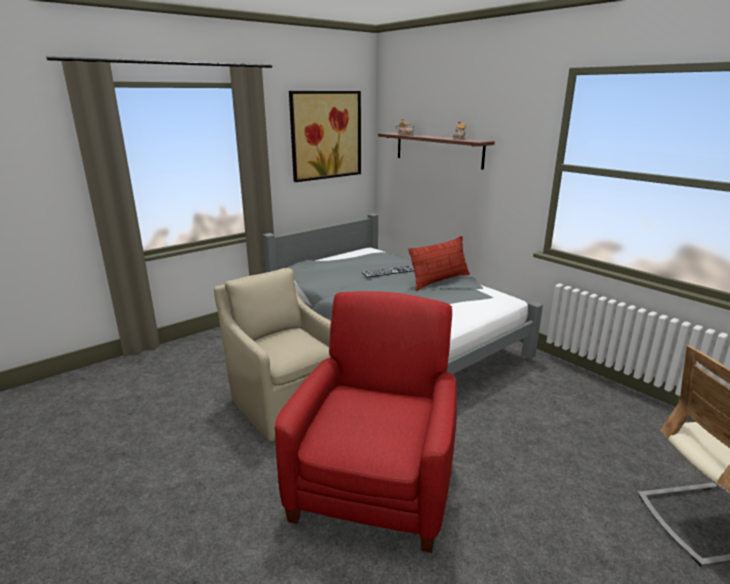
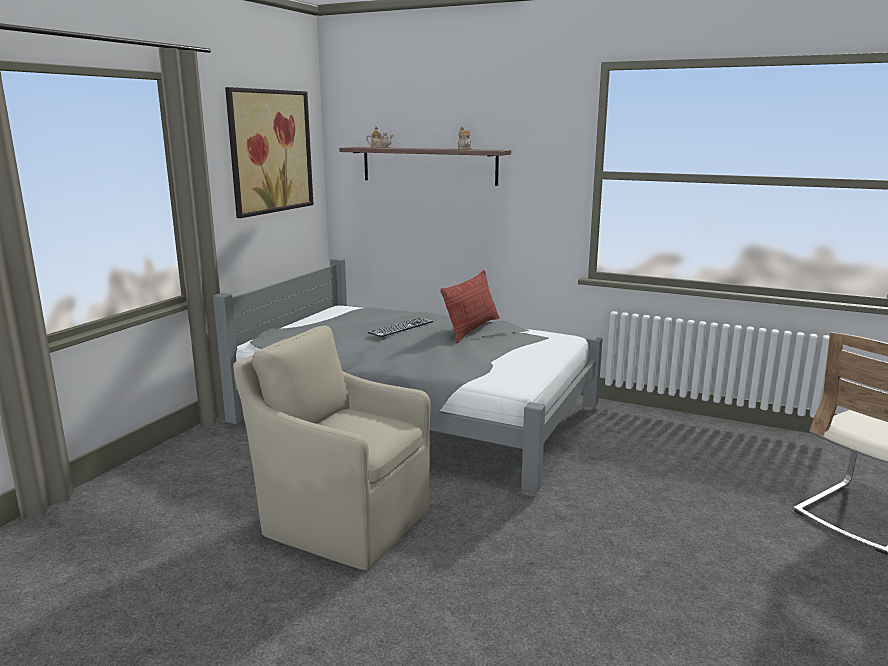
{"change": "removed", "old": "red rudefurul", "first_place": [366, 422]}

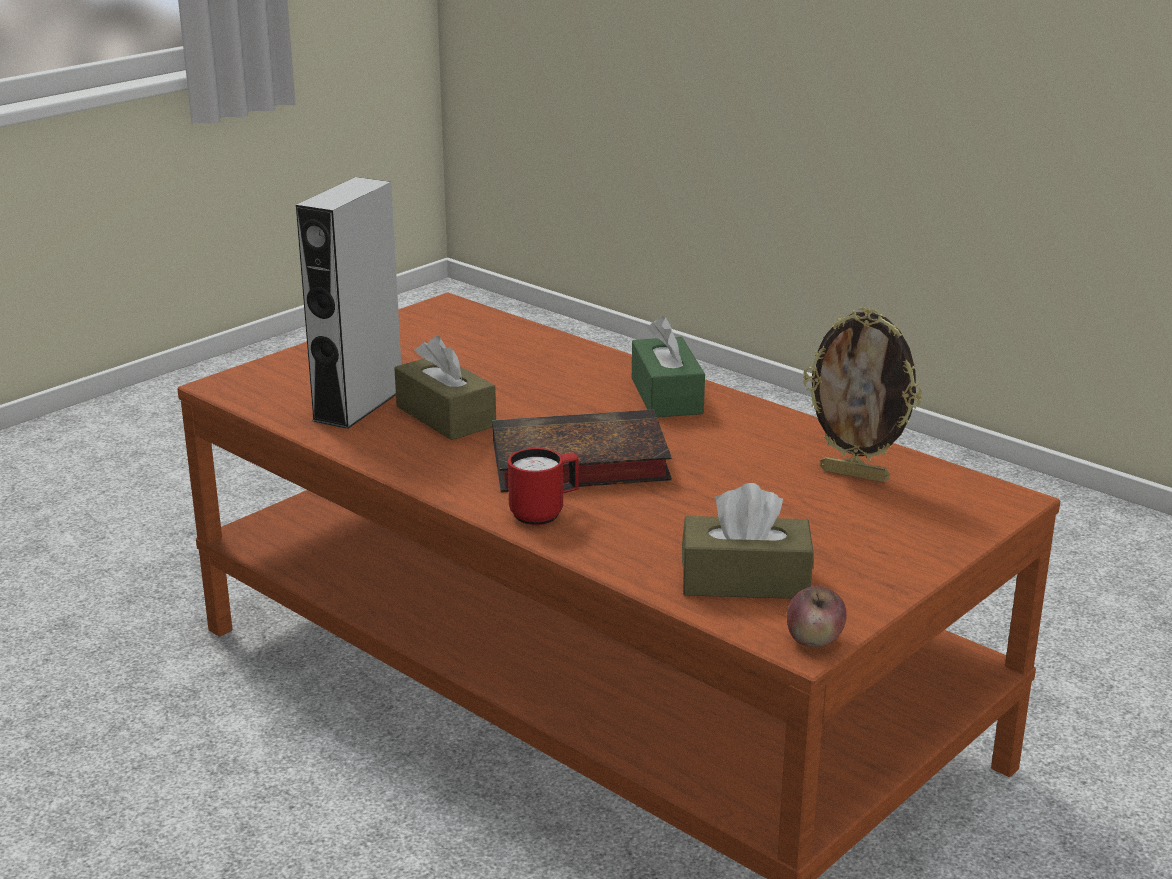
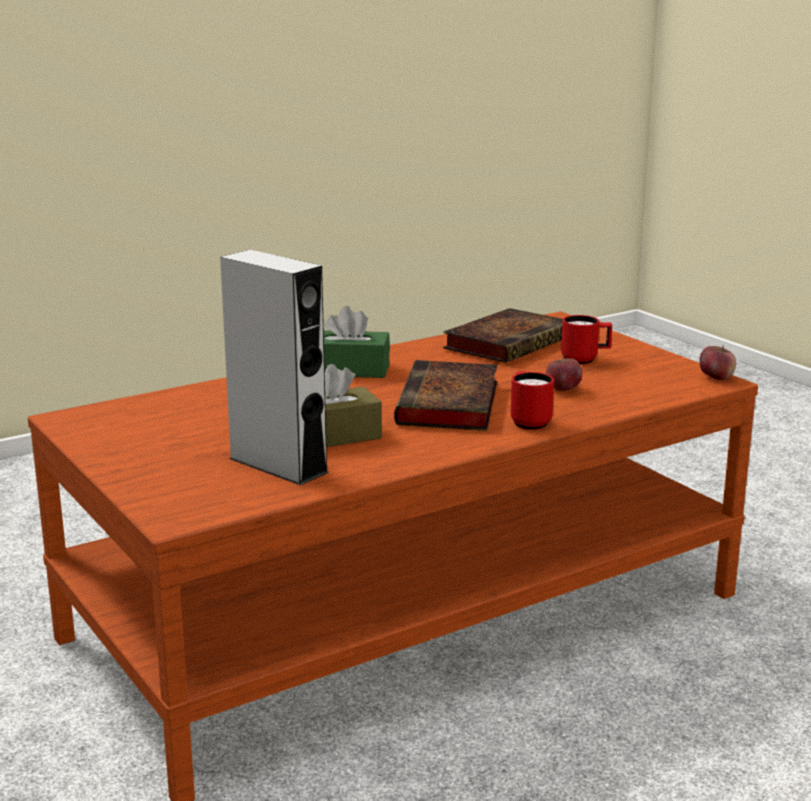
{"change": "replaced", "old": "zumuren", "new": "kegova", "first_place": [862, 394], "second_place": [503, 335]}
{"change": "added", "new": "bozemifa", "second_place": [564, 372]}
{"change": "added", "new": "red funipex", "second_place": [586, 340]}
{"change": "removed", "old": "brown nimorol", "first_place": [748, 541]}

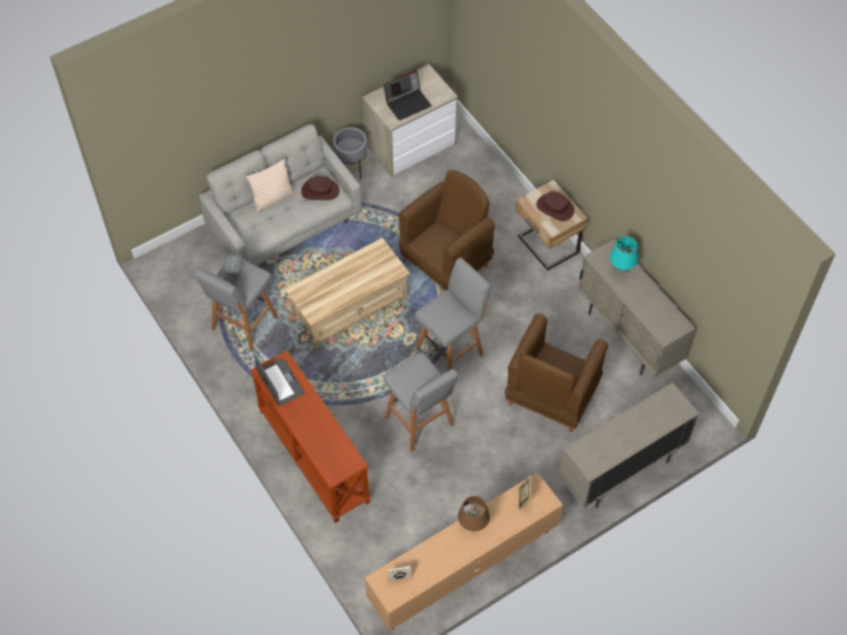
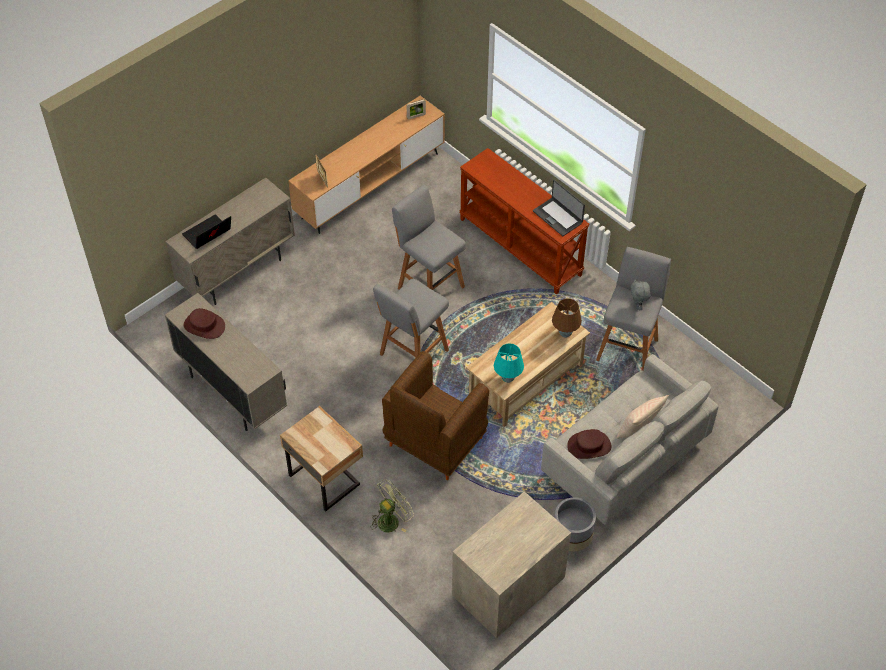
{"change": "moved", "old": "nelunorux", "first_place": [408, 96], "second_place": [206, 232]}
{"change": "moved", "old": "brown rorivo", "first_place": [555, 206], "second_place": [204, 323]}
{"change": "added", "new": "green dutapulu", "second_place": [392, 505]}
{"change": "moved", "old": "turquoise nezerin", "first_place": [624, 255], "second_place": [509, 363]}
{"change": "moved", "old": "brown nezerin", "first_place": [474, 513], "second_place": [567, 318]}
{"change": "removed", "old": "brown rudefurul", "first_place": [556, 373]}

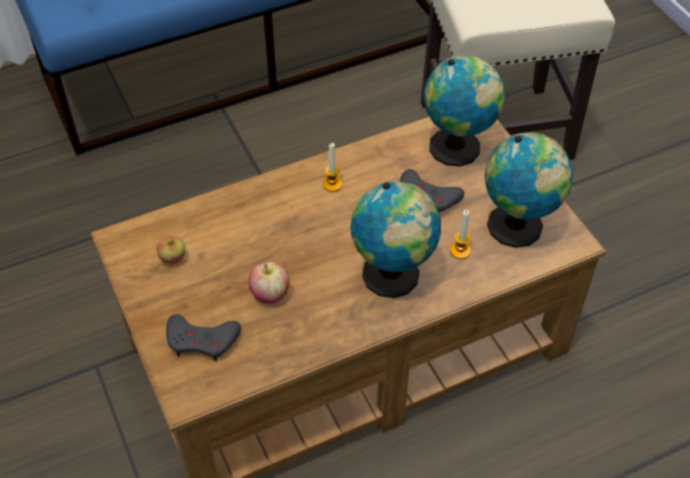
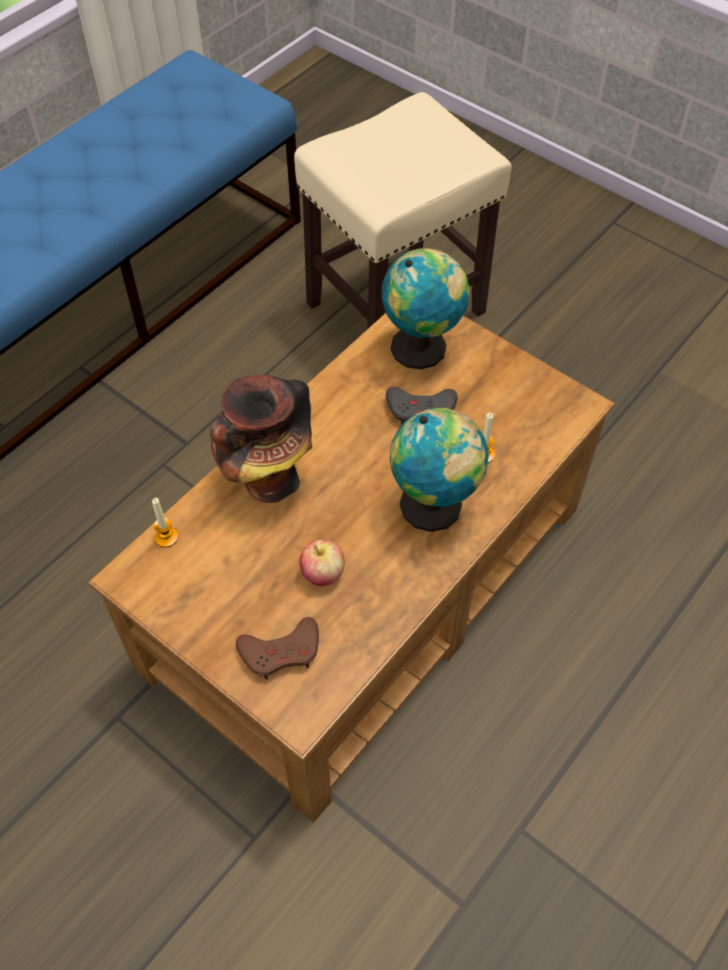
{"change": "moved", "old": "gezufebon", "first_place": [332, 167], "second_place": [165, 522]}
{"change": "added", "new": "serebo", "second_place": [261, 439]}
{"change": "recoloured", "old": "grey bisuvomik", "new": "brown bisuvomik", "first_place": [203, 337], "second_place": [277, 648]}
{"change": "removed", "old": "bozemifa", "first_place": [170, 250]}
{"change": "removed", "old": "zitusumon", "first_place": [529, 190]}

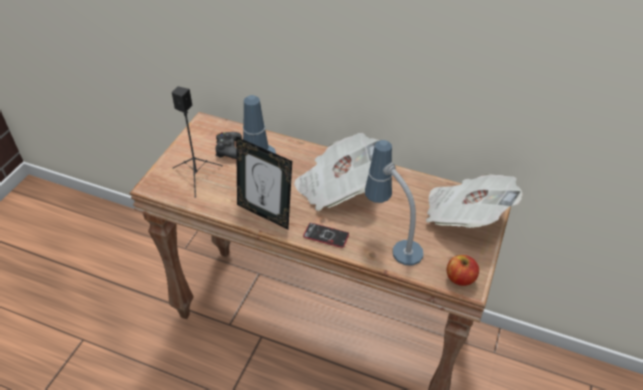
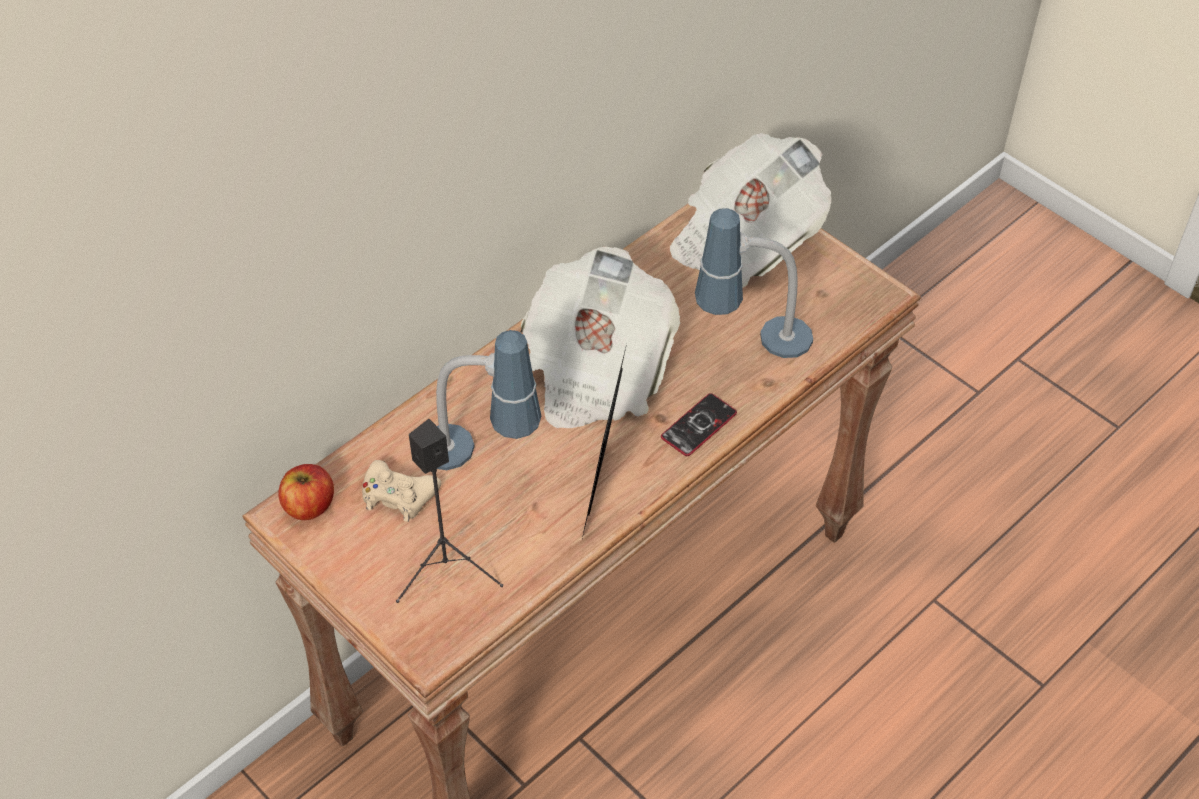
{"change": "moved", "old": "bozemifa", "first_place": [463, 270], "second_place": [306, 492]}
{"change": "recoloured", "old": "black bisuvomik", "new": "beige bisuvomik", "first_place": [229, 145], "second_place": [401, 491]}
{"change": "turned", "old": "zumuren", "first_place": [264, 183], "second_place": [604, 441], "degrees": 135}

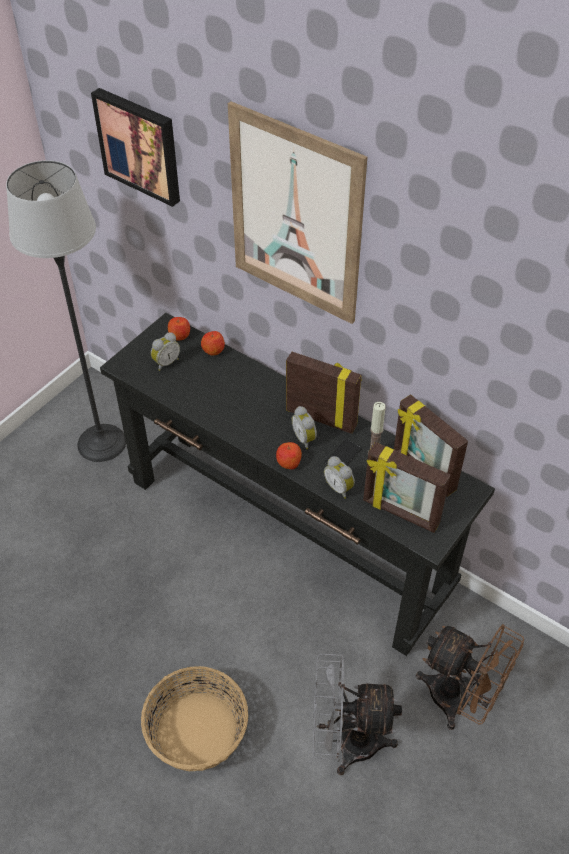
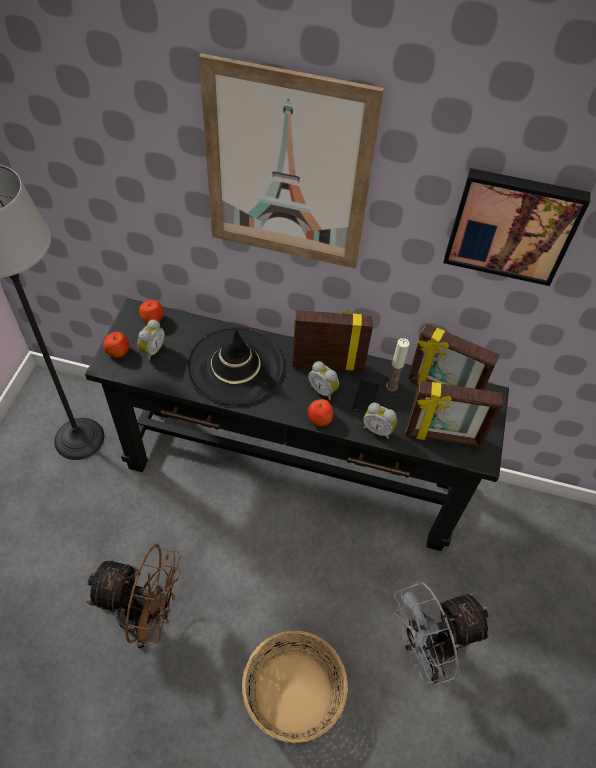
{"change": "moved", "old": "brown dutapulu", "first_place": [470, 677], "second_place": [133, 596]}
{"change": "moved", "old": "bozemifa", "first_place": [213, 343], "second_place": [116, 345]}
{"change": "added", "new": "black rorivo", "second_place": [235, 366]}
{"change": "moved", "old": "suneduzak", "first_place": [135, 147], "second_place": [516, 227]}

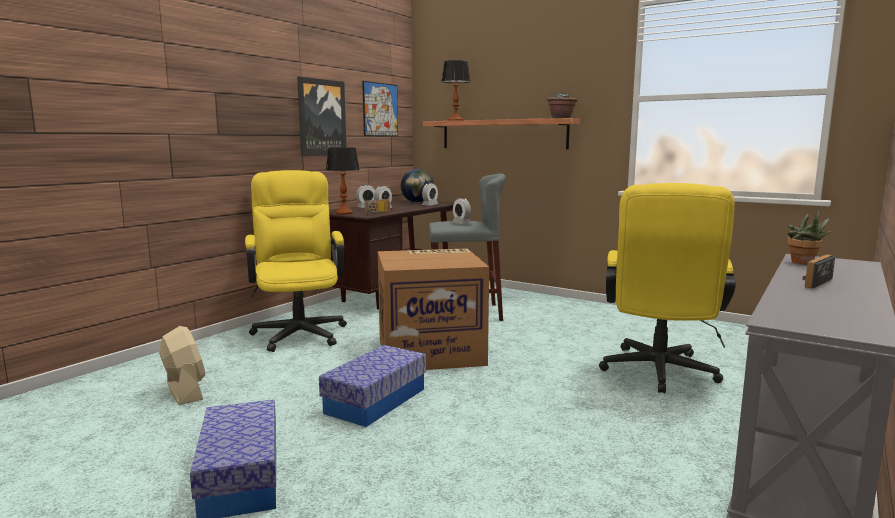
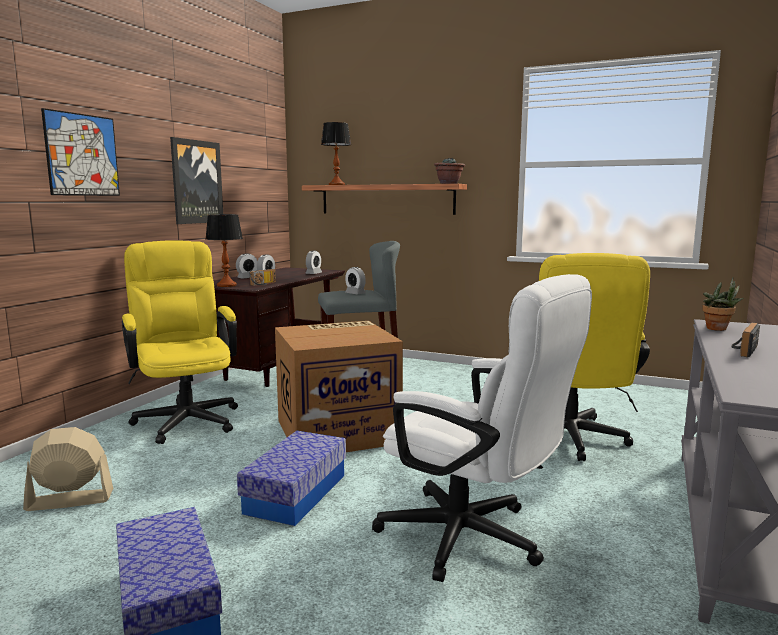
{"change": "turned", "old": "beige dutapulu", "first_place": [182, 365], "second_place": [68, 469], "degrees": -60}
{"change": "moved", "old": "suneduzak", "first_place": [380, 108], "second_place": [80, 152]}
{"change": "added", "new": "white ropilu", "second_place": [482, 428]}
{"change": "removed", "old": "zitusumon", "first_place": [417, 186]}

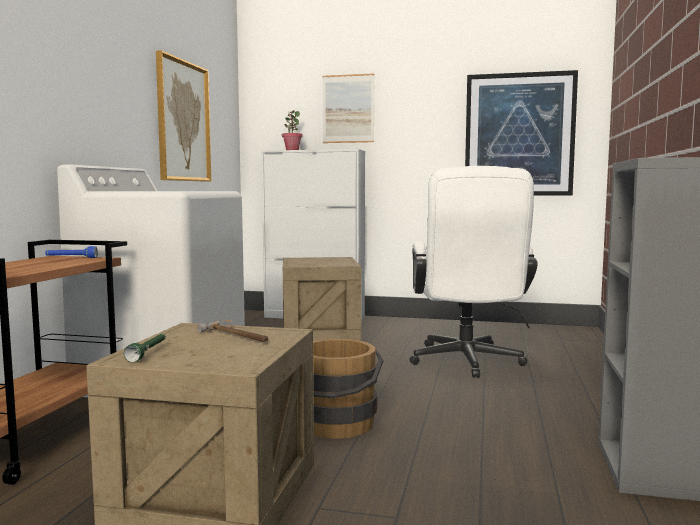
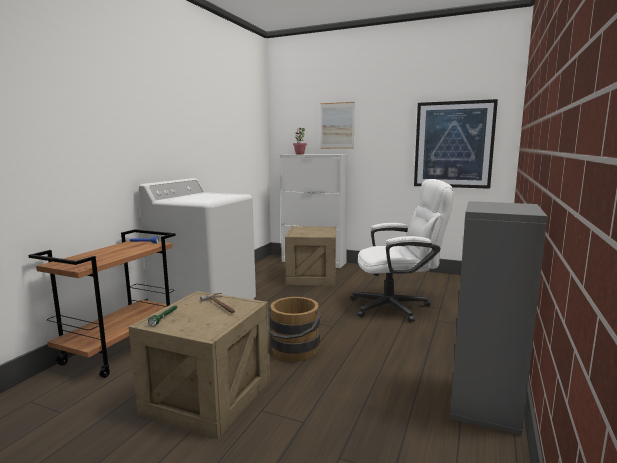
{"change": "turned", "old": "white ropilu", "first_place": [473, 272], "second_place": [401, 250], "degrees": -105}
{"change": "removed", "old": "suneduzak", "first_place": [183, 116]}

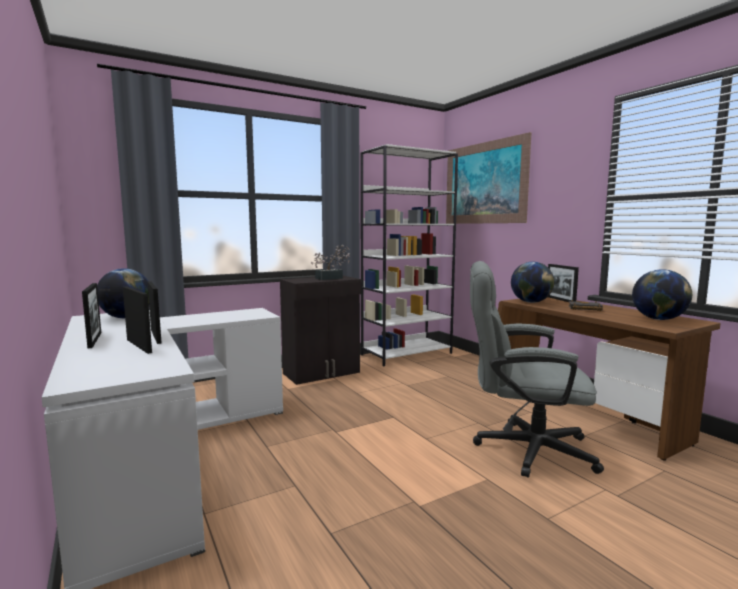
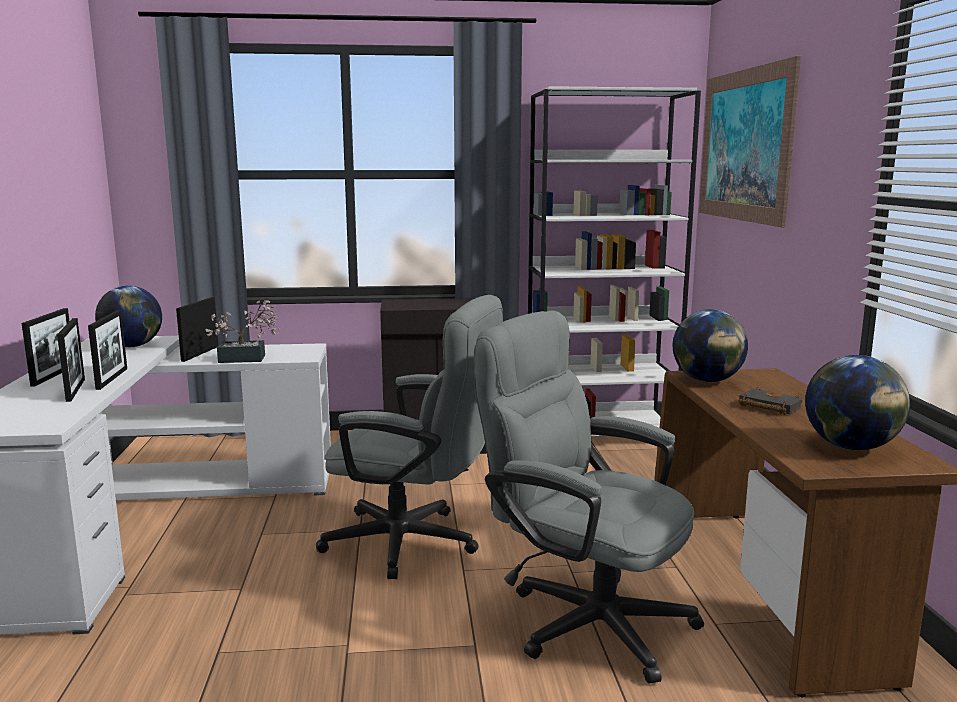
{"change": "moved", "old": "zumuren", "first_place": [563, 283], "second_place": [197, 329]}
{"change": "moved", "old": "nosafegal", "first_place": [330, 262], "second_place": [243, 331]}
{"change": "added", "new": "grey ropilu", "second_place": [409, 437]}

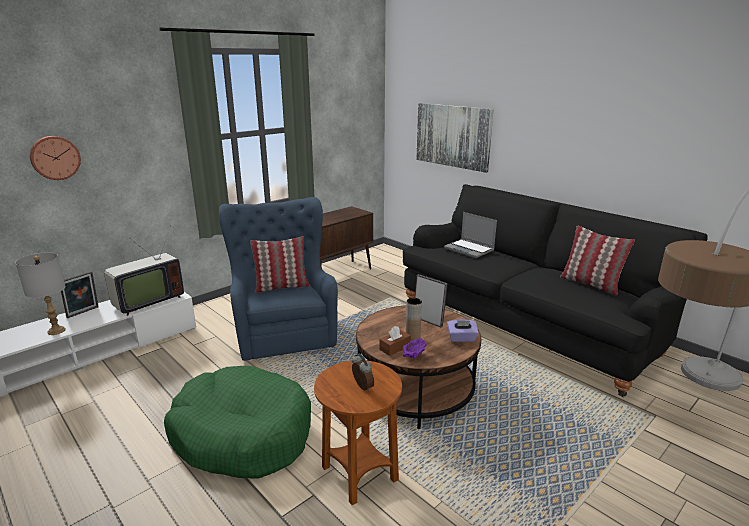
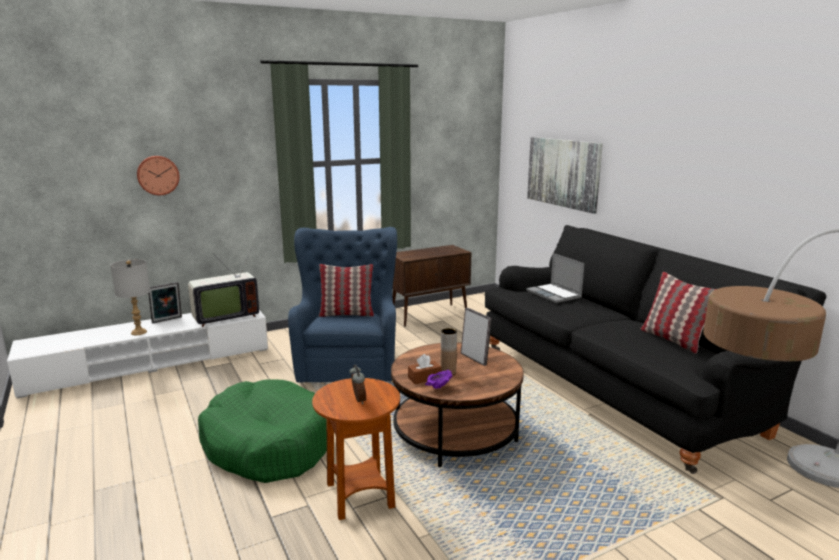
{"change": "removed", "old": "purple nimorol", "first_place": [463, 330]}

